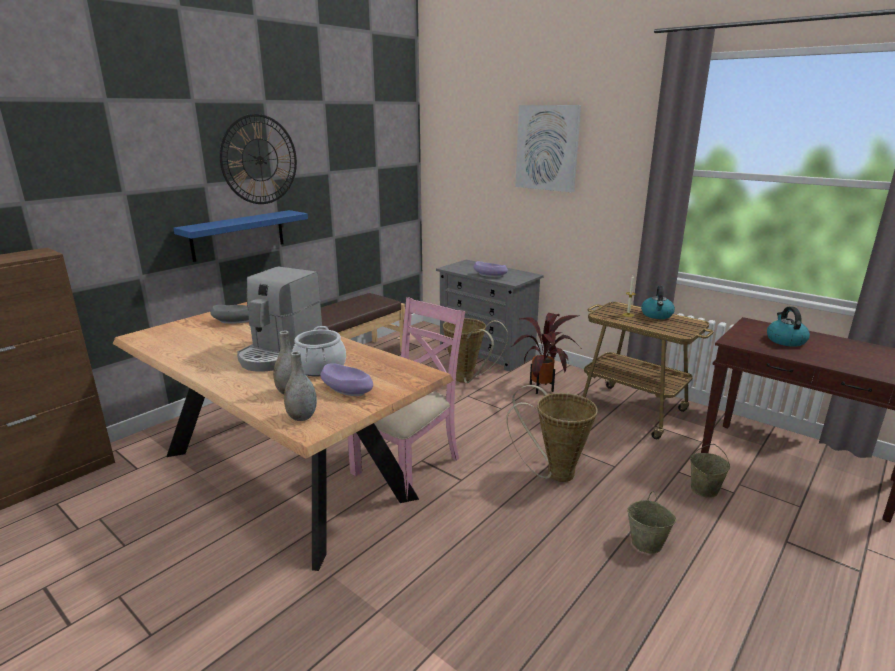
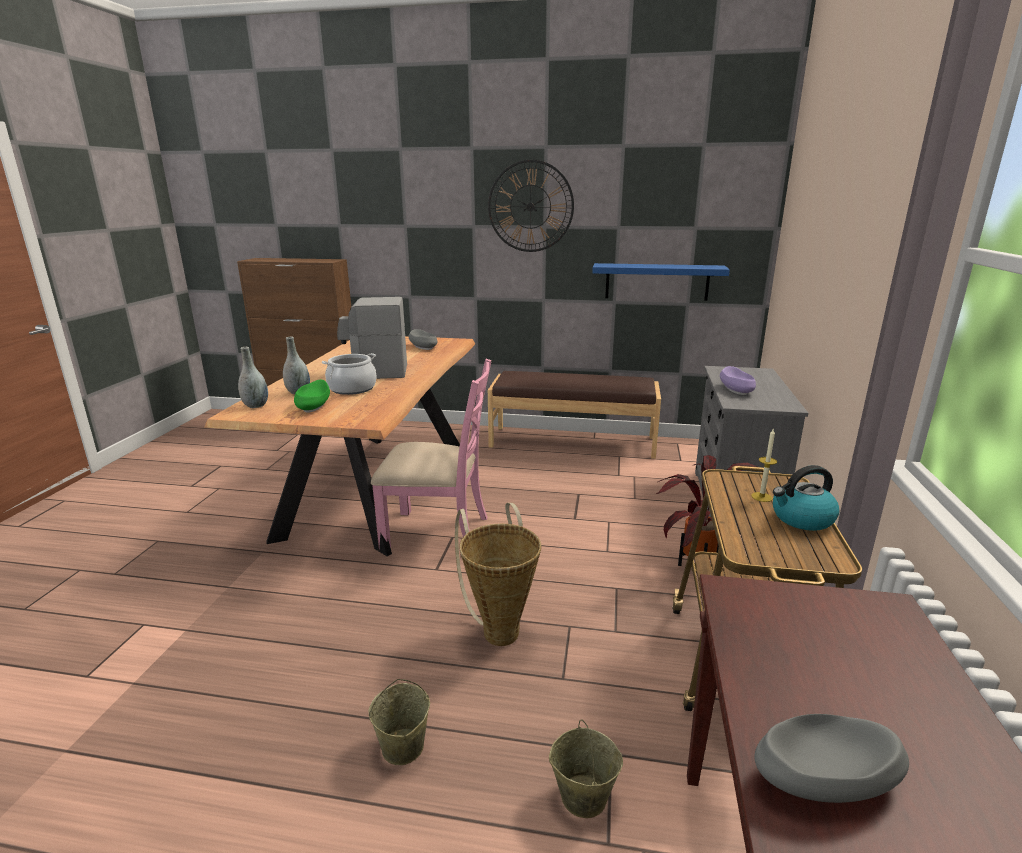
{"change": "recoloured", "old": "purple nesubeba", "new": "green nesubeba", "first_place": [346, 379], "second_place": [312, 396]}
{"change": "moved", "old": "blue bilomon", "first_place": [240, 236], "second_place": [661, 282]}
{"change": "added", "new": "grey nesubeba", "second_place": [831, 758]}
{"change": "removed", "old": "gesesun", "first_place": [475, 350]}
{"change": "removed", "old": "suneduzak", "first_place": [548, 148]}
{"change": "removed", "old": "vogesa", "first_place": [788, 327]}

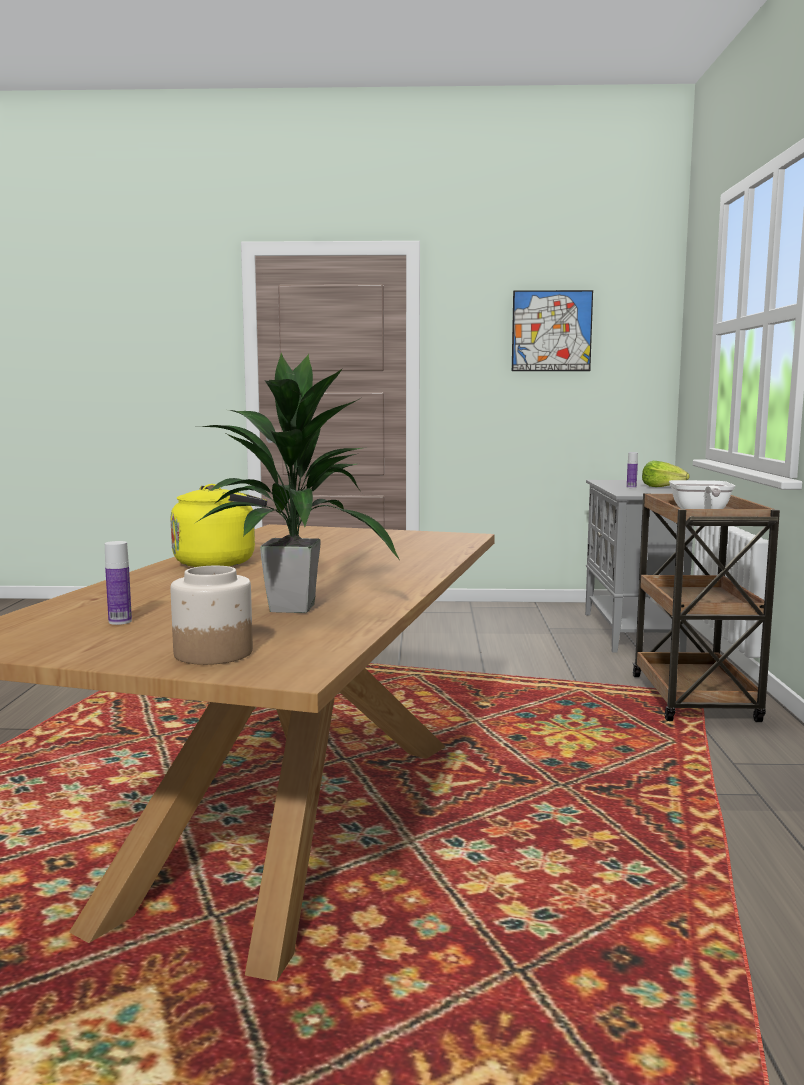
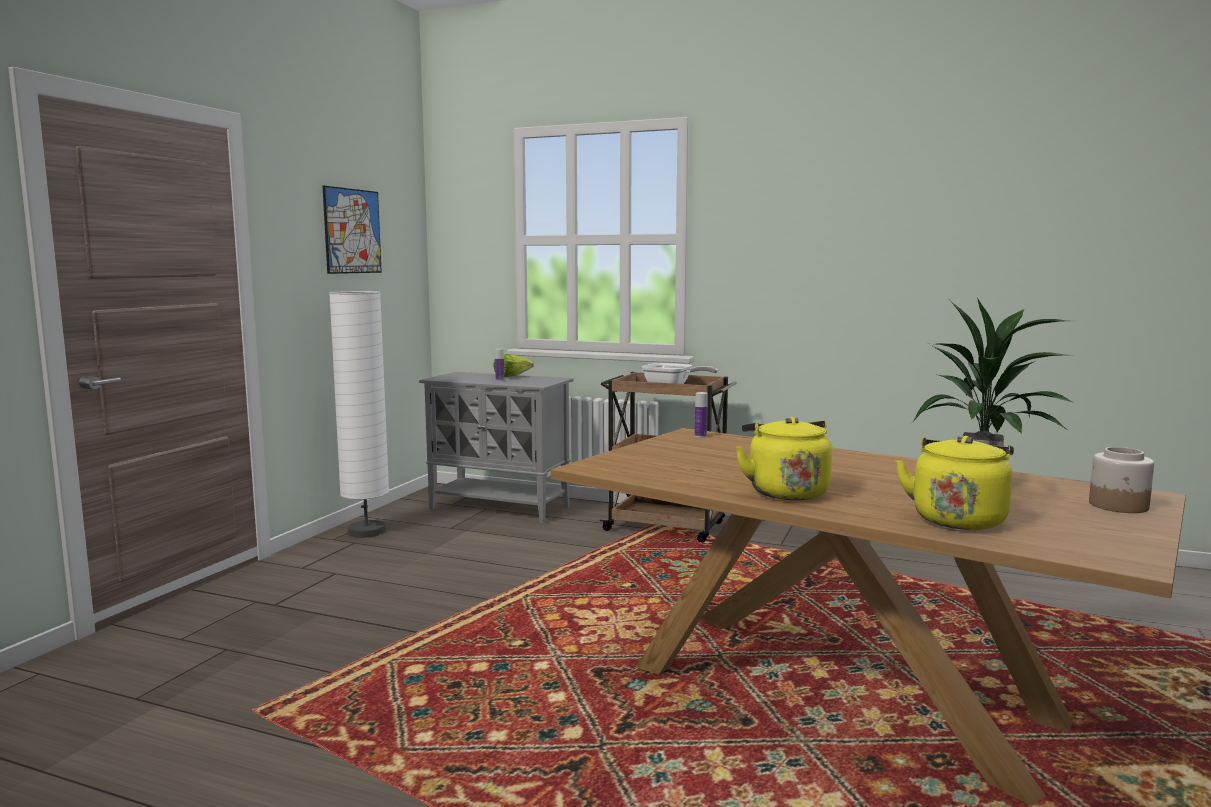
{"change": "added", "new": "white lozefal", "second_place": [359, 414]}
{"change": "moved", "old": "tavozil", "first_place": [118, 583], "second_place": [701, 415]}
{"change": "added", "new": "yellow vogesa", "second_place": [954, 483]}

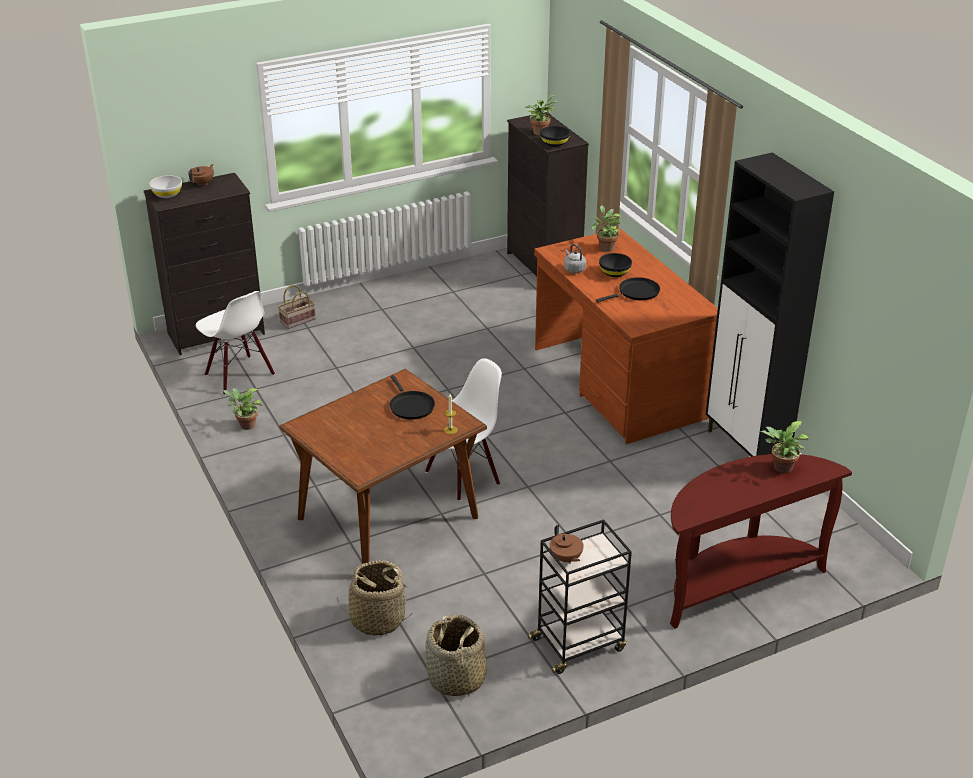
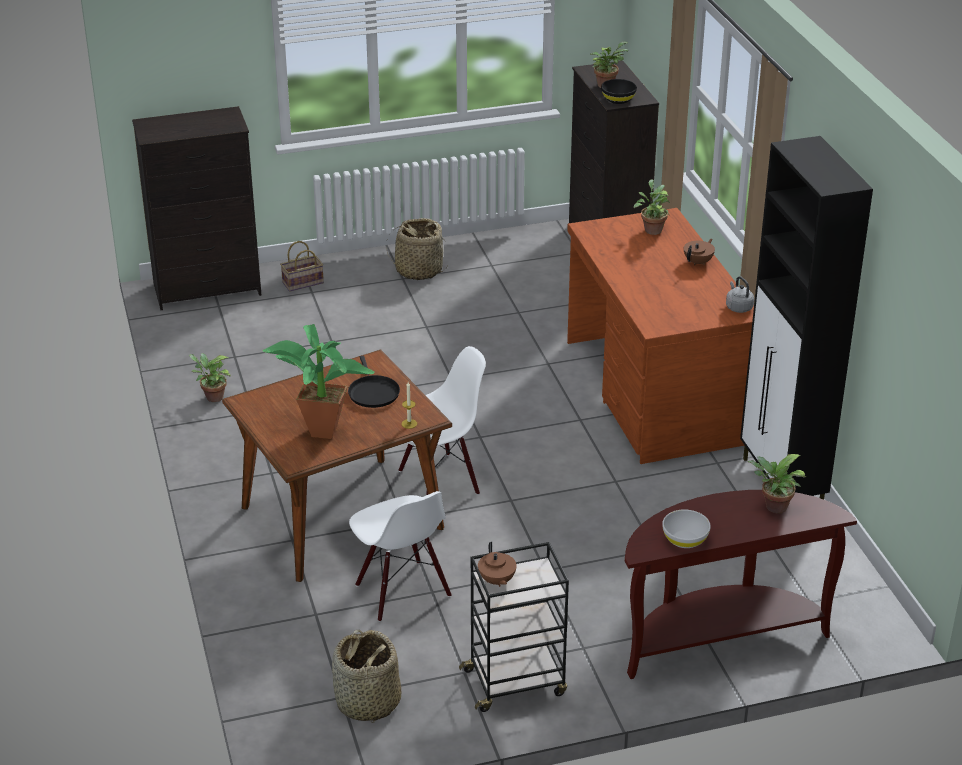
{"change": "added", "new": "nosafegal", "second_place": [318, 381]}
{"change": "moved", "old": "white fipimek", "first_place": [235, 343], "second_place": [400, 556]}
{"change": "moved", "old": "gesesun", "first_place": [375, 598], "second_place": [416, 249]}
{"change": "moved", "old": "white nesubeba", "first_place": [165, 186], "second_place": [686, 528]}
{"change": "moved", "old": "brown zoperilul", "first_place": [201, 175], "second_place": [699, 252]}
{"change": "moved", "old": "grey vogesa", "first_place": [575, 258], "second_place": [740, 294]}
{"change": "removed", "old": "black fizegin", "first_place": [628, 289]}
{"change": "removed", "old": "black nesubeba", "first_place": [615, 265]}

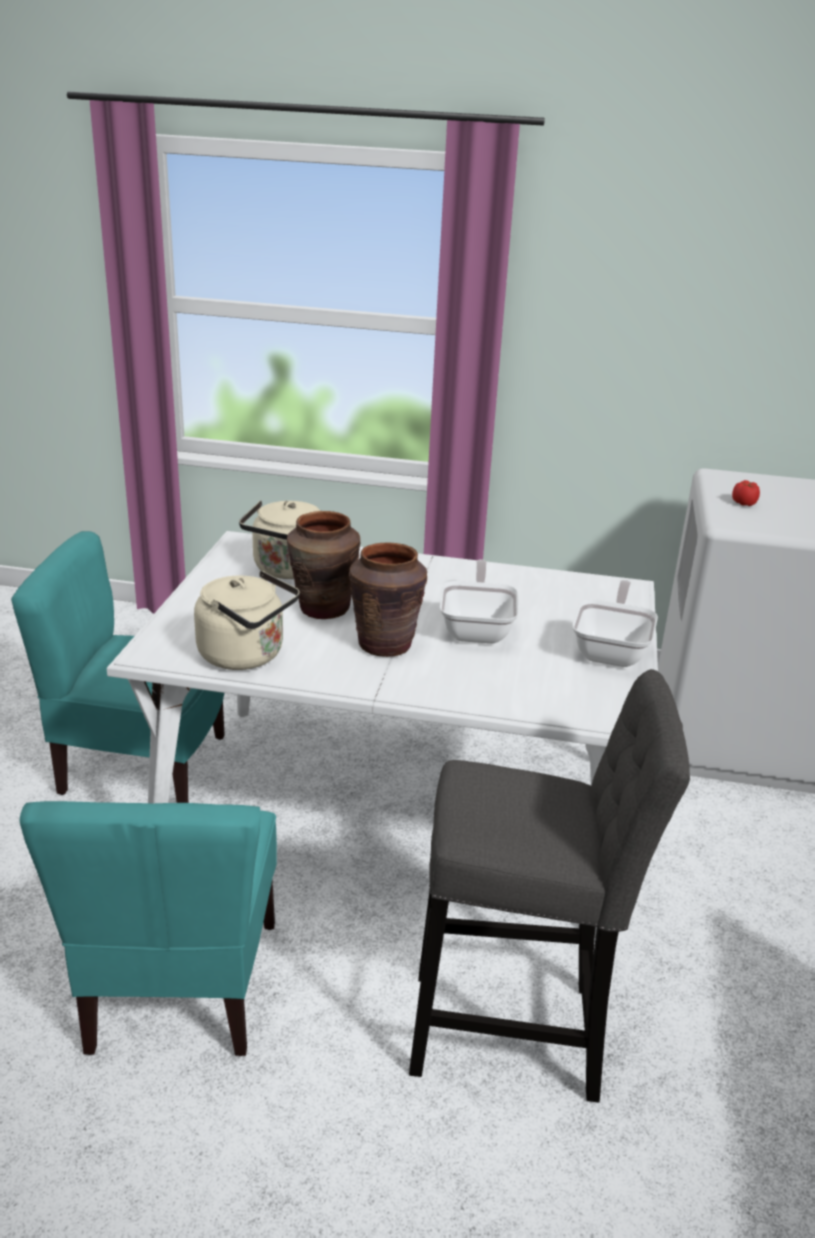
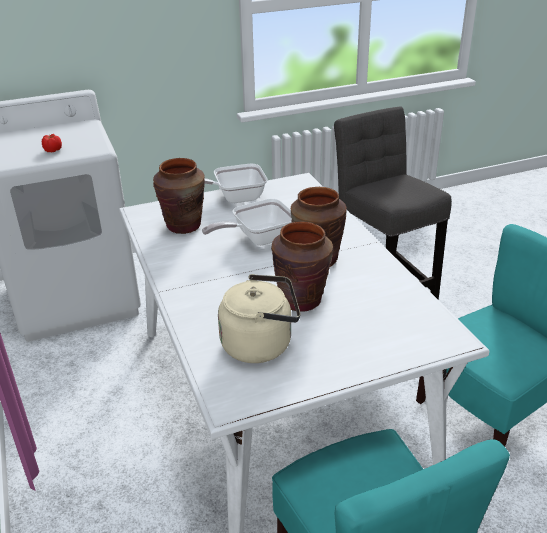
{"change": "added", "new": "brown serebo", "second_place": [179, 196]}
{"change": "removed", "old": "beige vogesa", "first_place": [247, 620]}

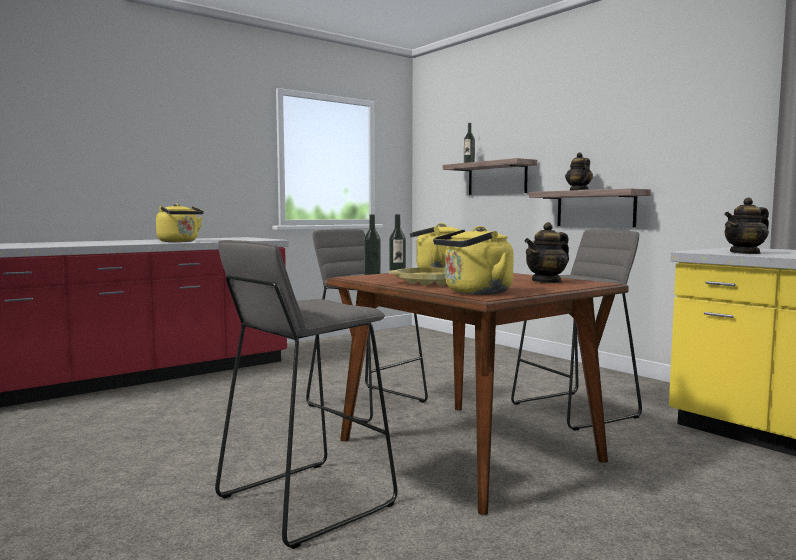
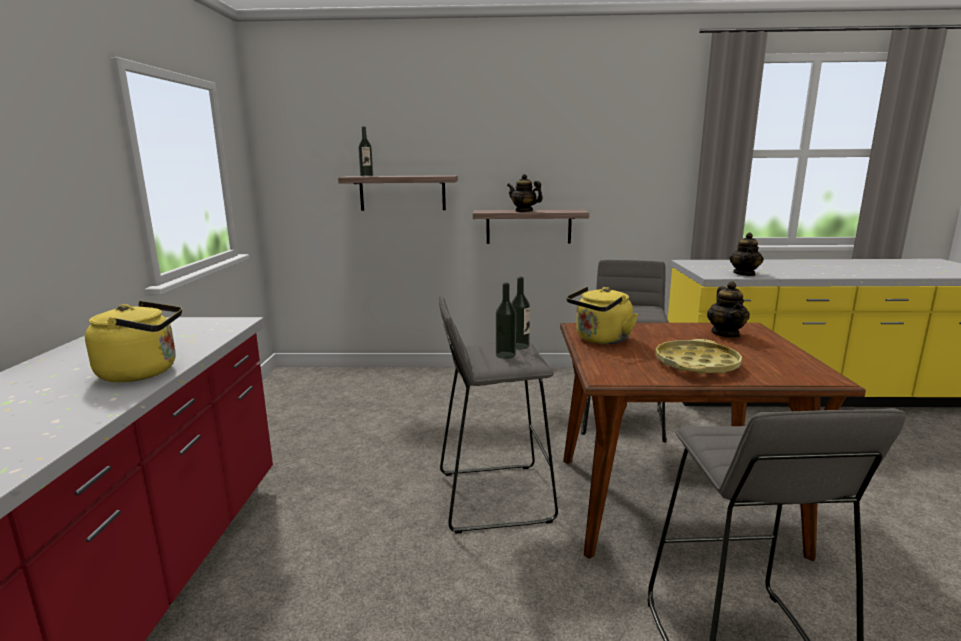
{"change": "removed", "old": "yellow vogesa", "first_place": [473, 260]}

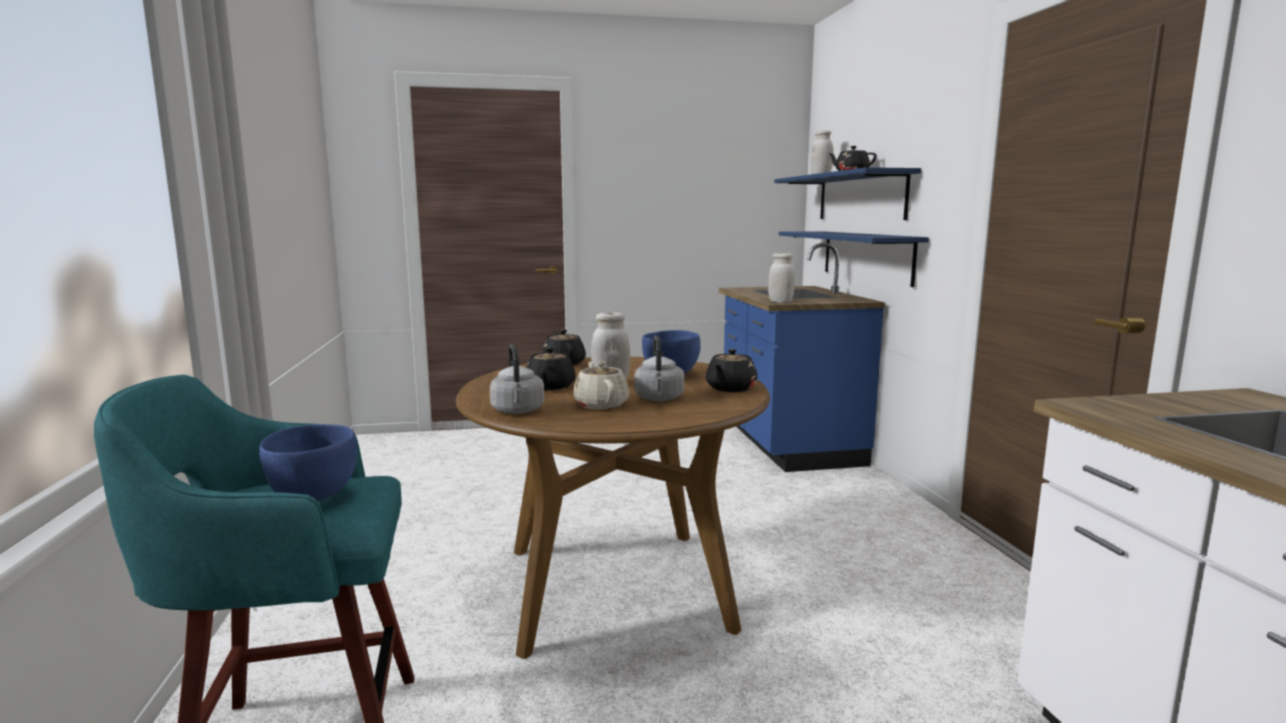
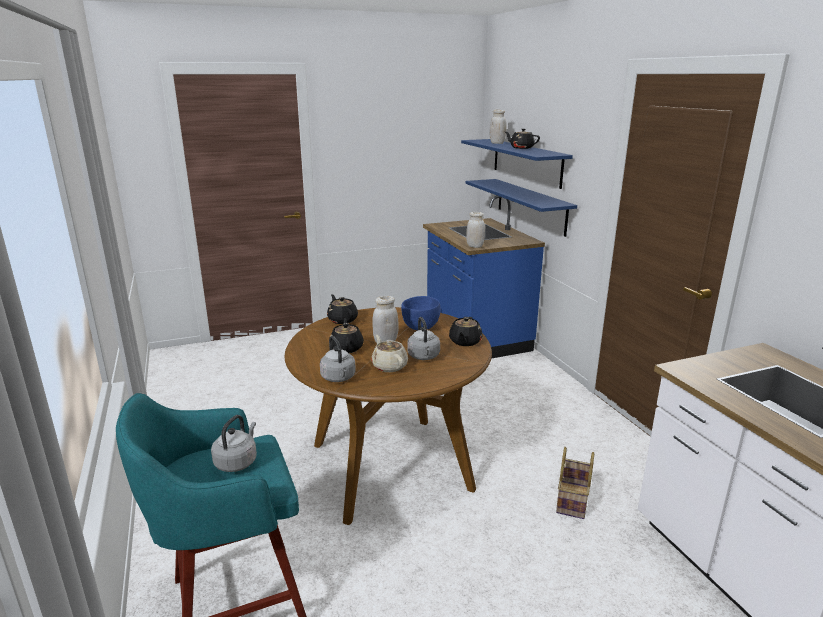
{"change": "replaced", "old": "blue nesubeba", "new": "grey vogesa", "first_place": [308, 462], "second_place": [234, 443]}
{"change": "added", "new": "gesesun", "second_place": [575, 483]}

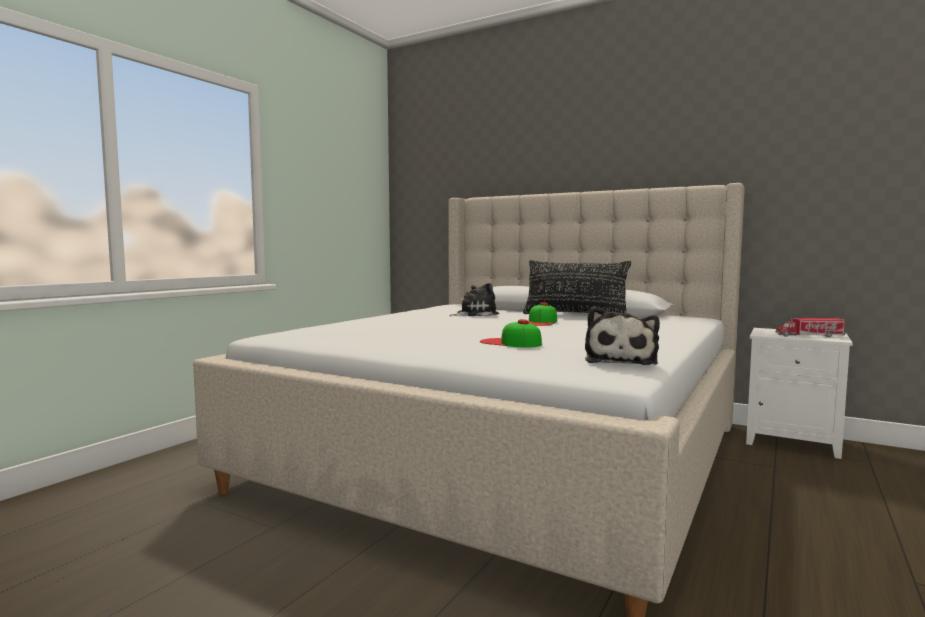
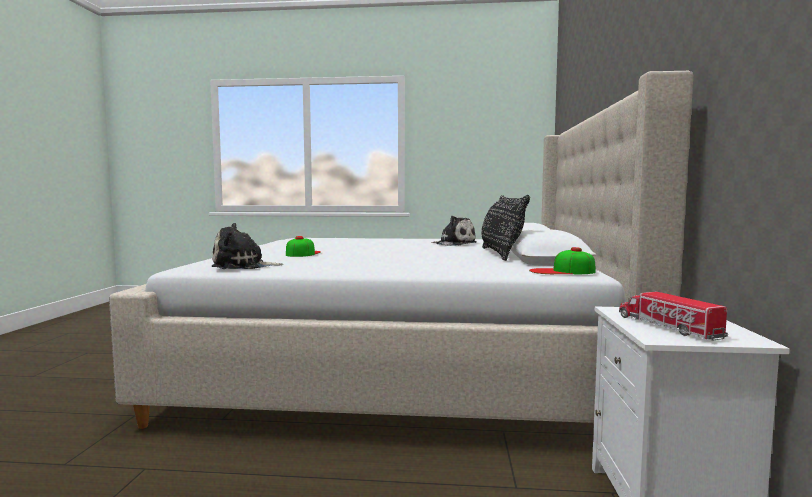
{"change": "moved", "old": "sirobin", "first_place": [542, 314], "second_place": [562, 260]}

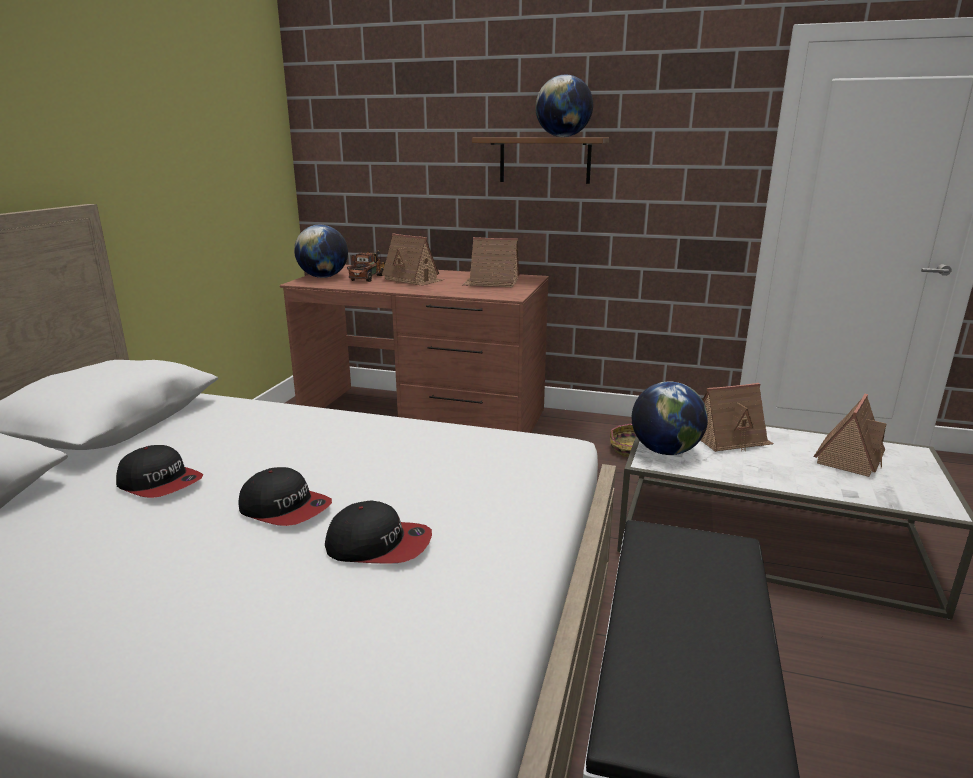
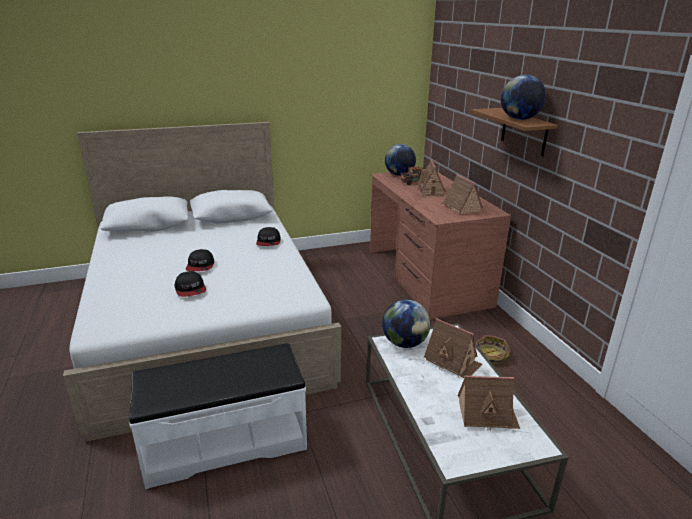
{"change": "moved", "old": "sirobin", "first_place": [159, 471], "second_place": [268, 236]}

